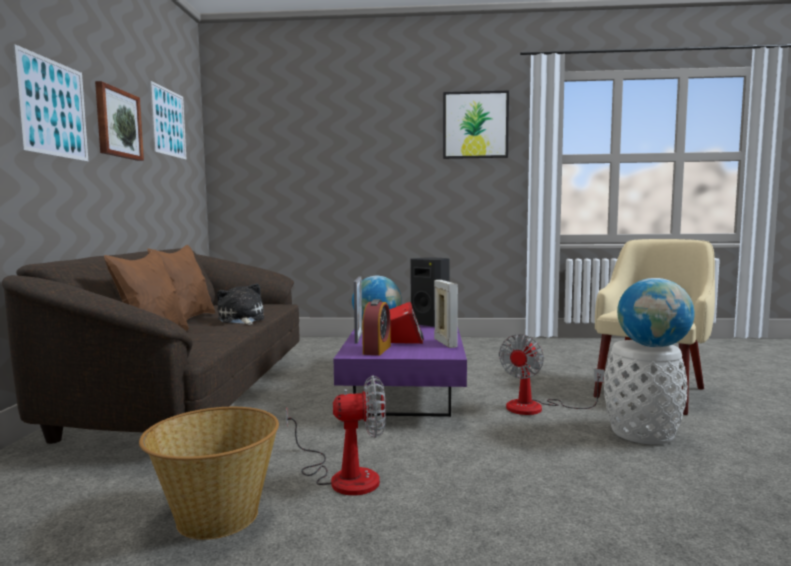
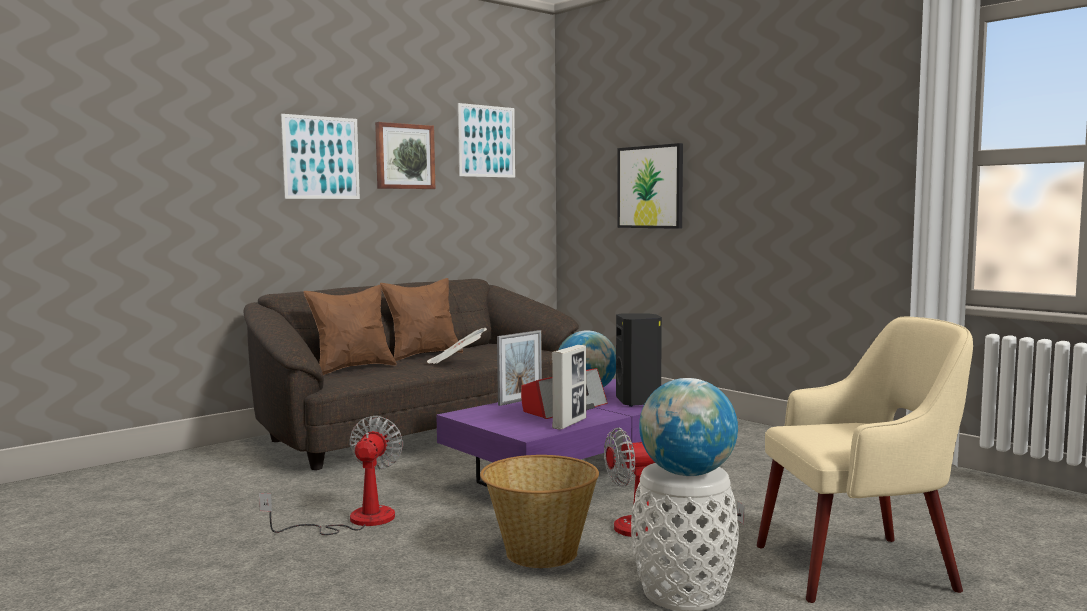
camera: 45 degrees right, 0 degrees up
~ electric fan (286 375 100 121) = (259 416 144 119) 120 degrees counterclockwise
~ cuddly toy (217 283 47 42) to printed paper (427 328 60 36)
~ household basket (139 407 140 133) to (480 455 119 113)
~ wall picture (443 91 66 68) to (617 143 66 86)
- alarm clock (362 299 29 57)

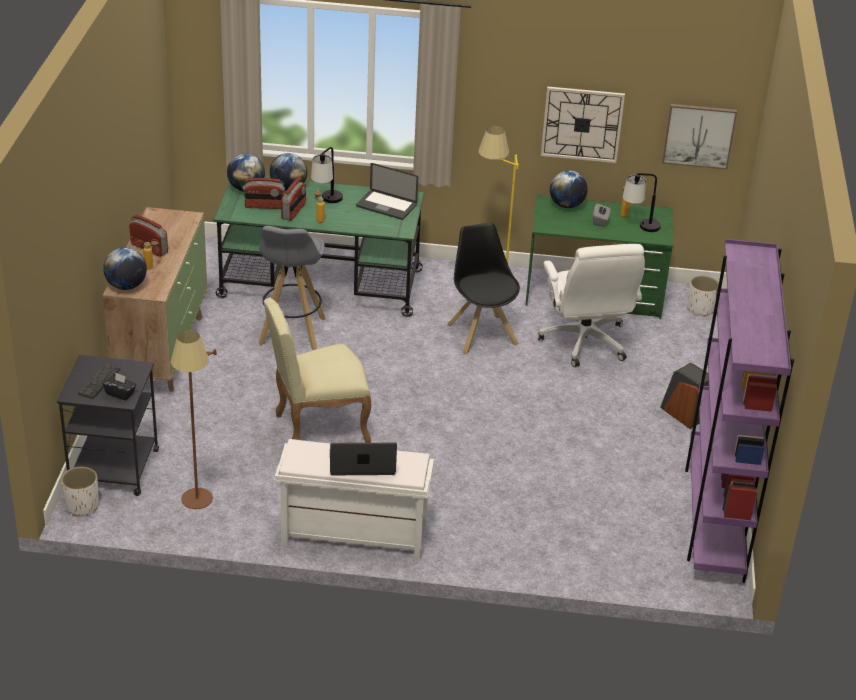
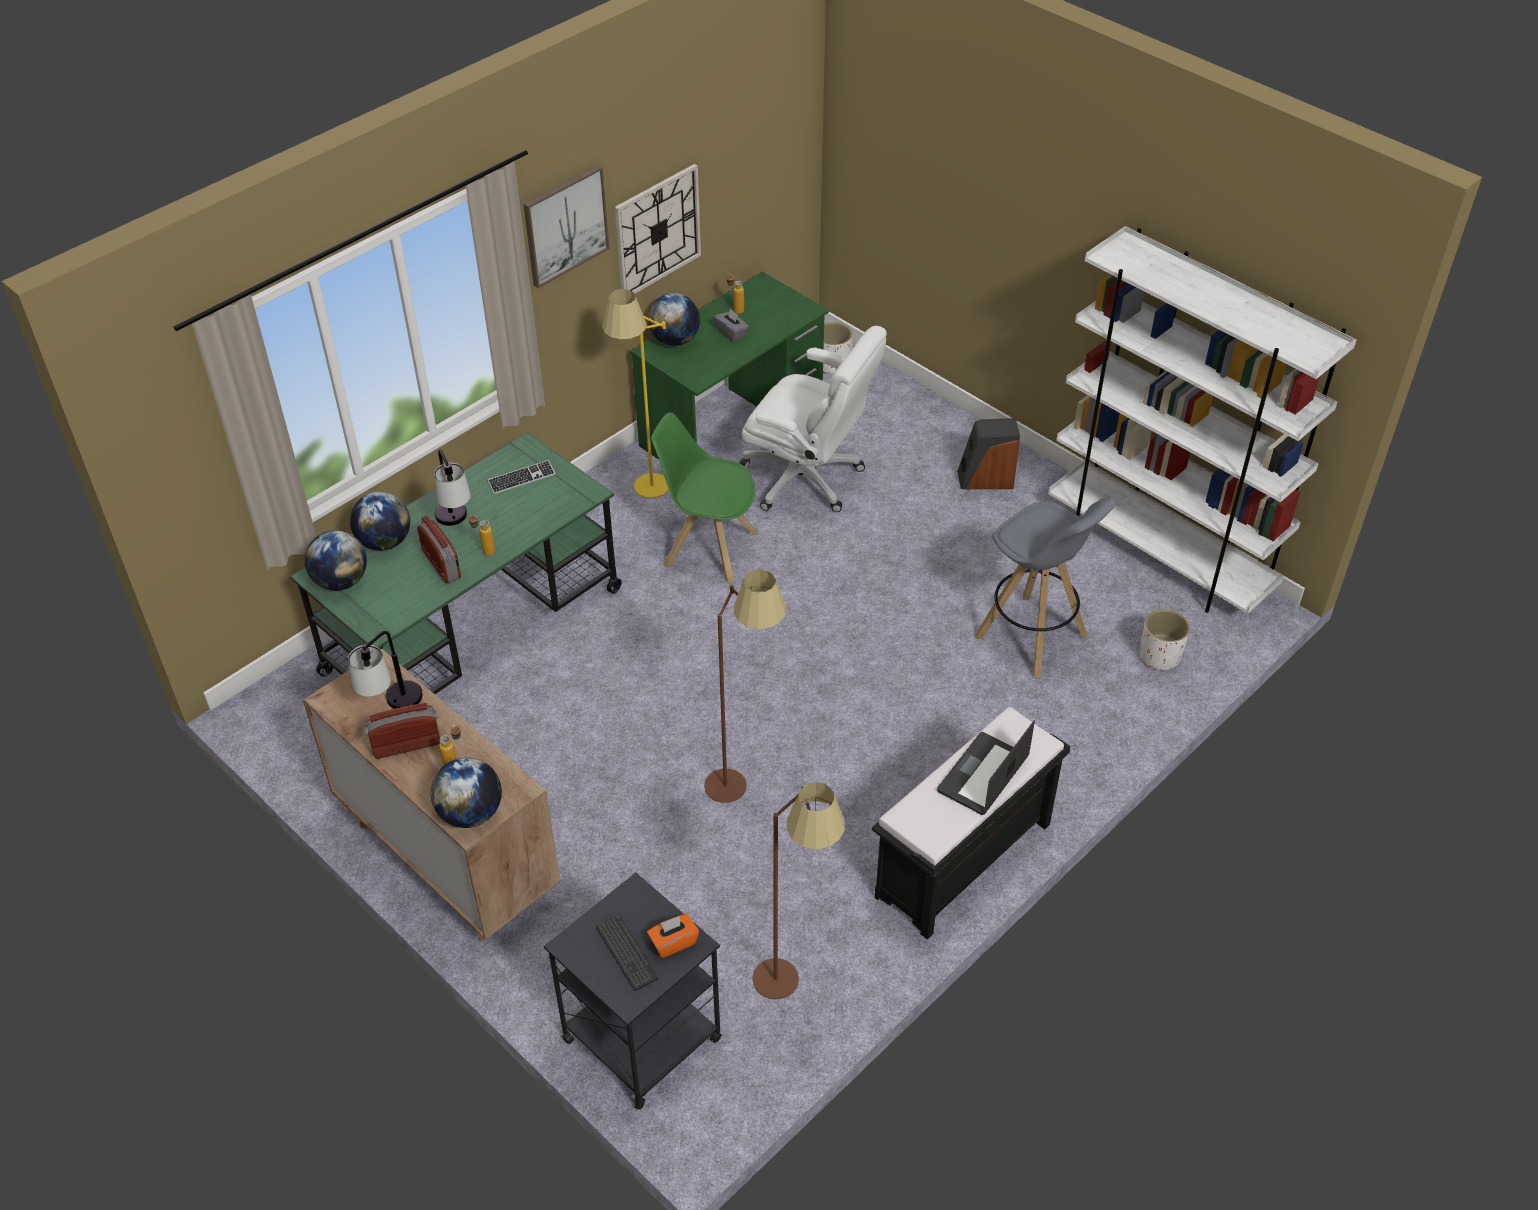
camera: 50 degrees left, 10 degrees up
~ tabletop lamp (623 173 38 59) to (348 631 75 78)
~ portable computer (356 163 62 57) to computer keyboard (487 460 69 34)
~ wall picture (662 104 75 66) to (524 165 85 123)
~ blackish box of tissues (103 373 33 27) to orange-coloured box of tissues (647 914 52 44)
~ blackish plain chair (447 223 73 131) to greenish plain chair (651 412 108 172)
~ sand-coloured plain chair (263 298 108 145) to brown floor lamp (704 569 82 234)
~ white-coloured long seat (275 439 159 121) to blackish long seat (872 707 199 233)
~ grey stool (259 226 67 124) to (975 497 141 181)
~ purplish bookcase (685 239 109 344) to white-coloured bookcase (1048 226 309 388)
~ white-coloured flower pot (61 467 38 49) to (1140 609 50 61)
- radio receiver (243 178 42 31)

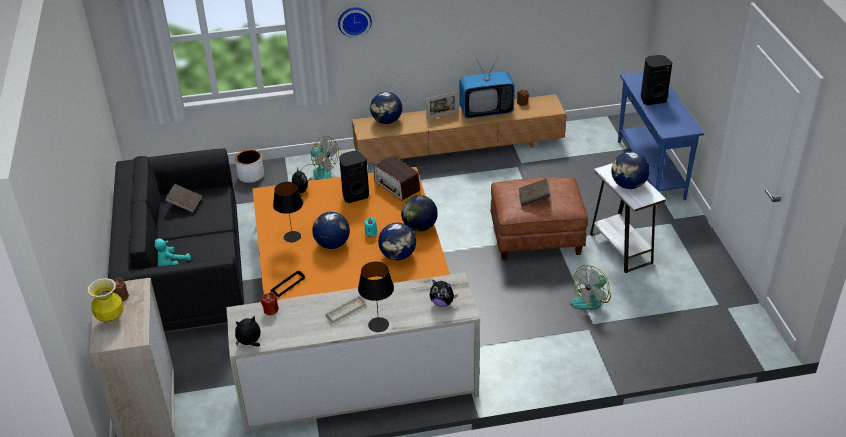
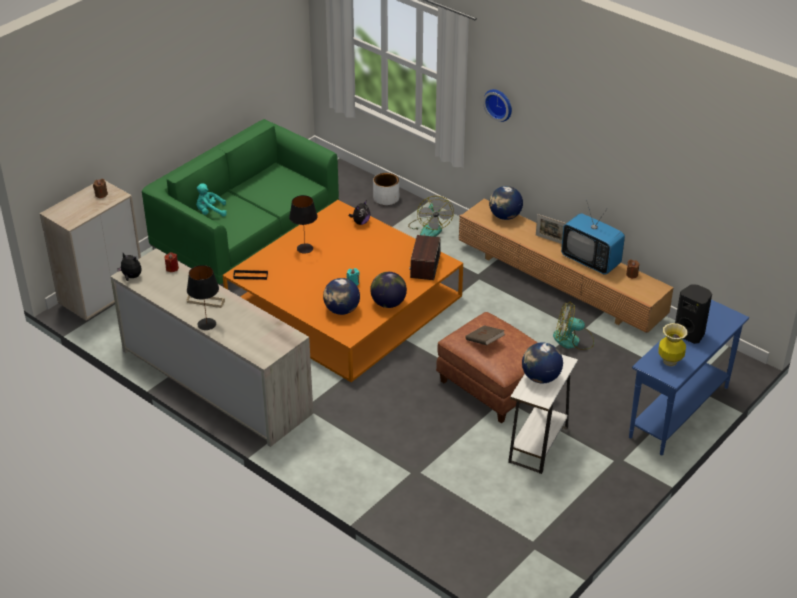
camera: 50 degrees right, 0 degrees up
~ blackish settee (108 148 136 185) to greenish settee (142 119 197 166)
~ electric fan (571 265 40 45) to (553 302 41 48)
~ decorative vase (88 278 35 48) to (658 323 29 43)
- brown bound book (165 184 37 29)
- desk globe (312 212 38 37)
- blackish audio speaker (339 151 30 52)
- cuddly toy (430 280 28 27)

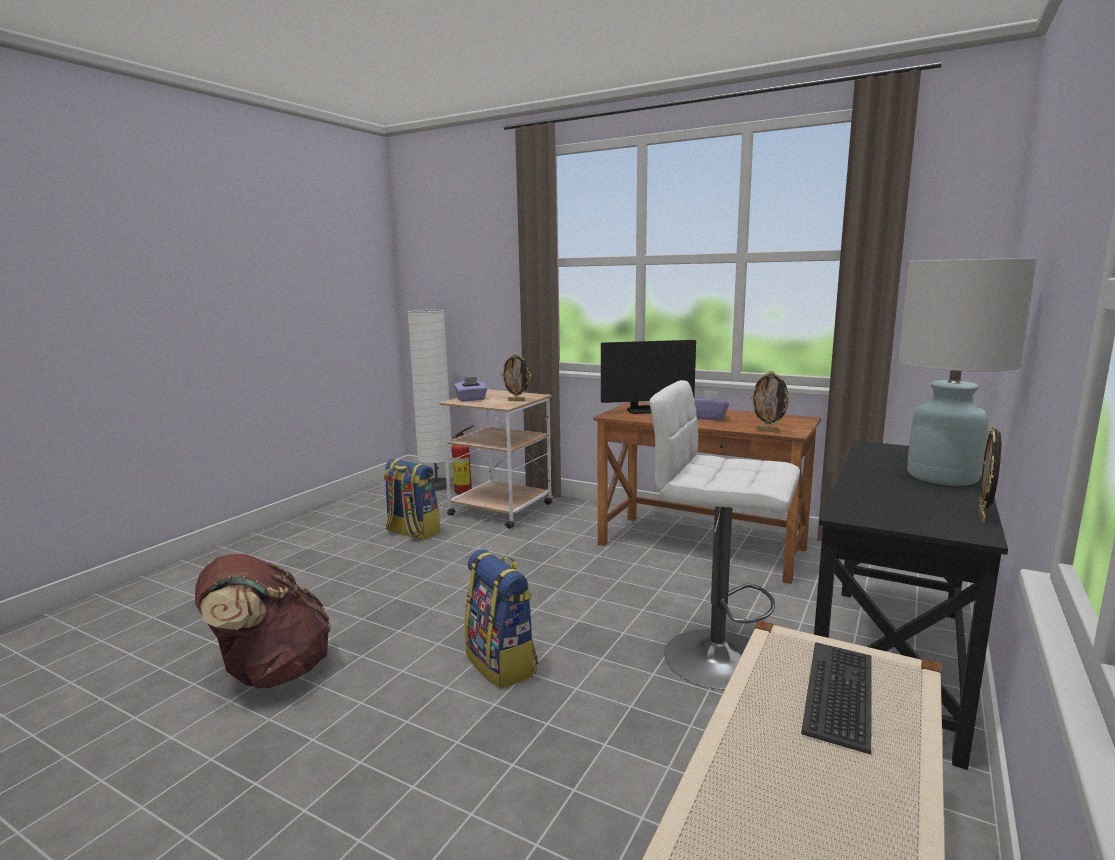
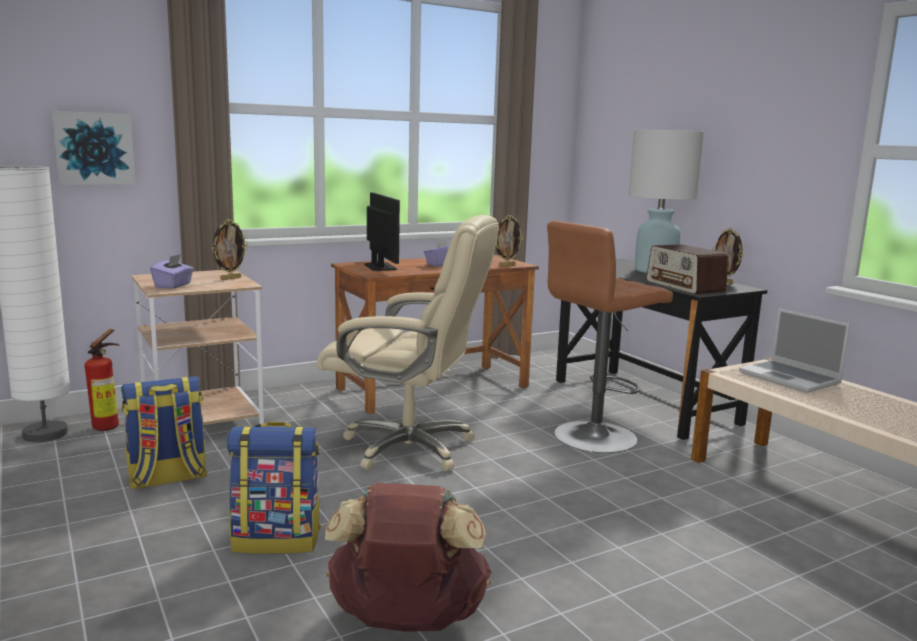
camera: 60 degrees left, 0 degrees up
+ wall picture (51 111 85 74)
~ knapsack (464 549 74 140) to (227 422 94 132)
+ sand-coloured computer chair (317 215 182 256)
~ computer screen (601 340 95 74) = (365 192 35 79) 45 degrees counterclockwise
~ white-coloured stool (649 380 151 310) to brown stool (547 221 126 232)
+ radio receiver (646 244 82 50)
~ computer keyboard (801 642 71 113) to portable computer (739 308 111 85)

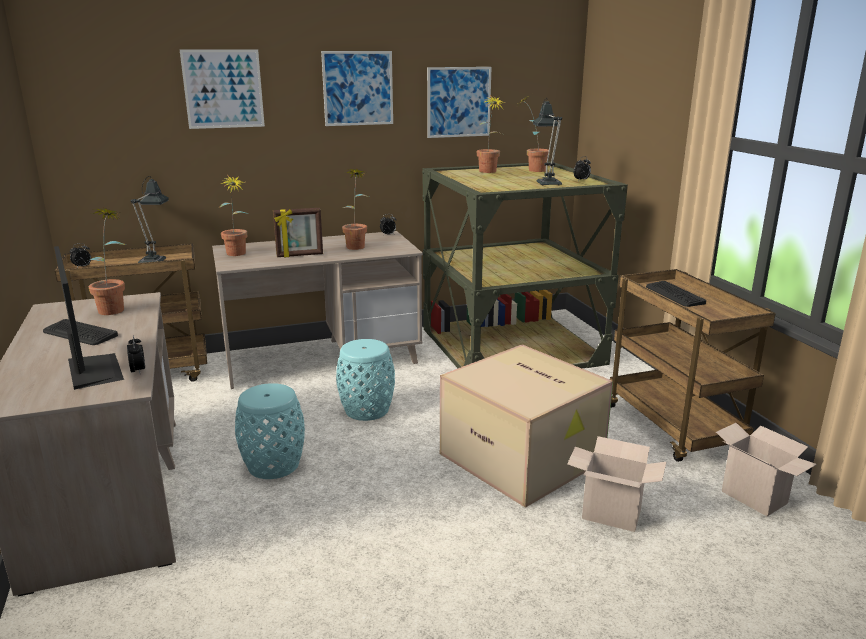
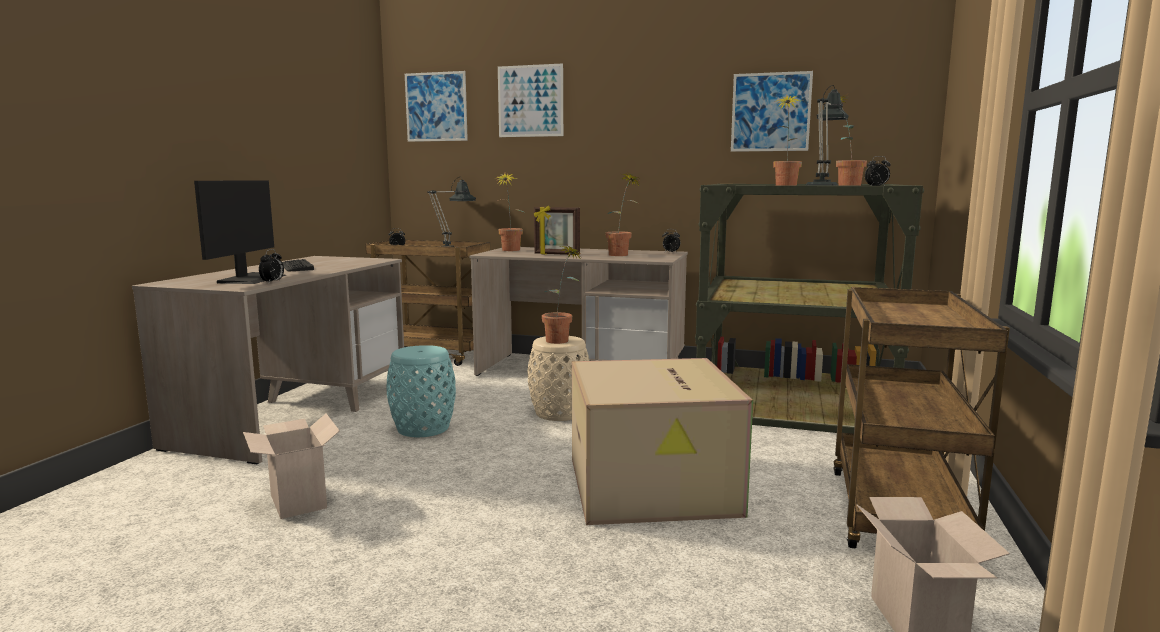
camera: 35 degrees right, 10 degrees down
~ carton (567 436 99 96) to (243 413 97 106)
~ wall picture (321 51 72 75) to (405 71 63 71)
~ turquoise-coloured stool (336 339 59 82) to sand-coloured stool (527 336 62 85)
~ potted plant (84 207 42 108) to (542 245 39 99)
- computer keyboard (646 281 60 26)

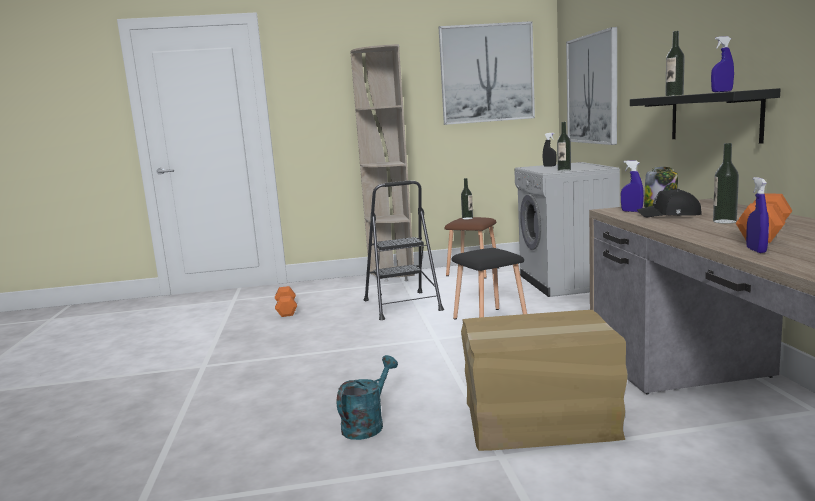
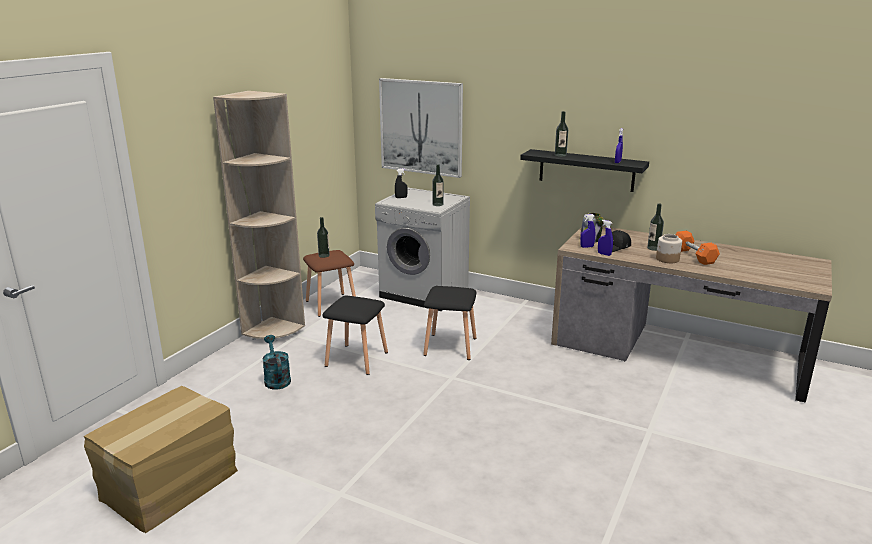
camera: 55 degrees left, 10 degrees up
~ carton (461 310 167 141) to (84 386 154 147)
~ turquoise-coloured watering can (337 355 61 85) to (262 335 29 54)
~ blackish step stool (363 180 81 140) to blackish stool (322 295 66 80)
~ blue spray bottle (746 177 23 76) to (598 220 15 36)
+ storage jar (656 234 26 29)
- orange-coloured free weight (275 286 22 31)
- wall picture (439 21 96 104)

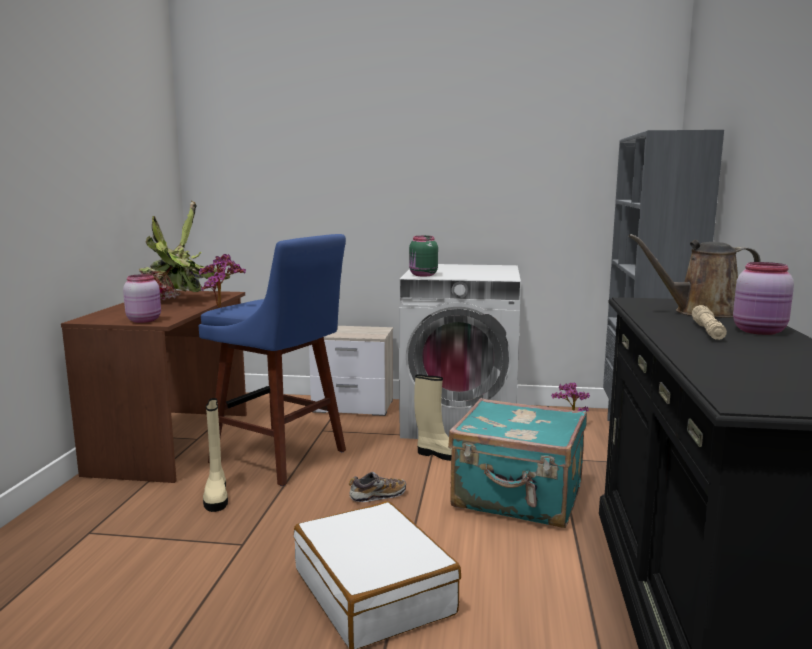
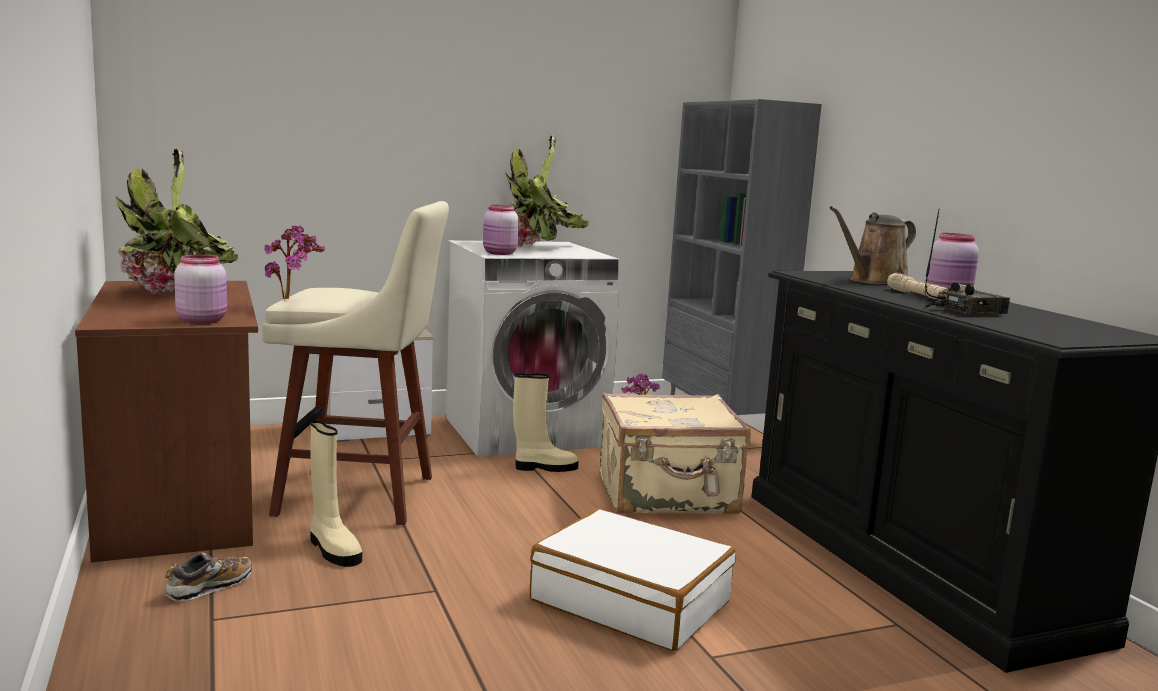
camera: 30 degrees left, 0 degrees up
~ shoe (349 472 57 30) to (165 552 87 49)
~ blue stool (199 234 147 252) to sand-coloured stool (262 201 187 325)
~ greenish storage jar (409 236 29 40) to pink storage jar (483 205 36 50)
+ potted plant (505 135 84 111)
~ turquoise-coloured travel case (448 398 139 130) to sand-coloured travel case (600 393 151 121)
+ radio receiver (925 208 85 107)

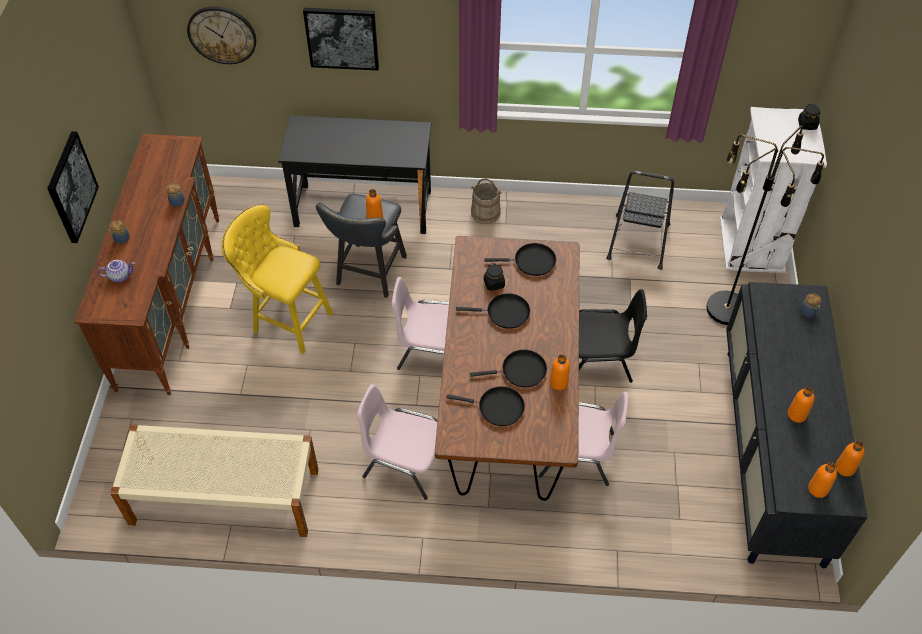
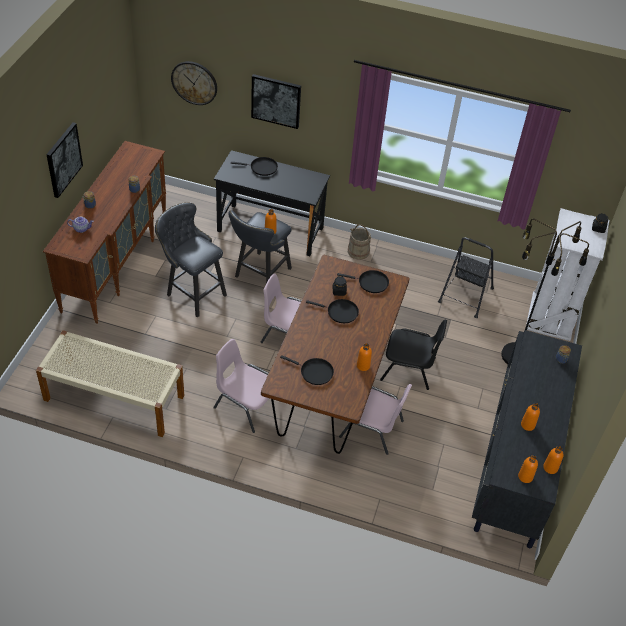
camera: 10 degrees right, 5 degrees down
~ yellowish stool (221 204 112 150) to grey stool (155 202 72 116)
~ blackish skillet (470 350 77 37) to (231 157 47 19)

